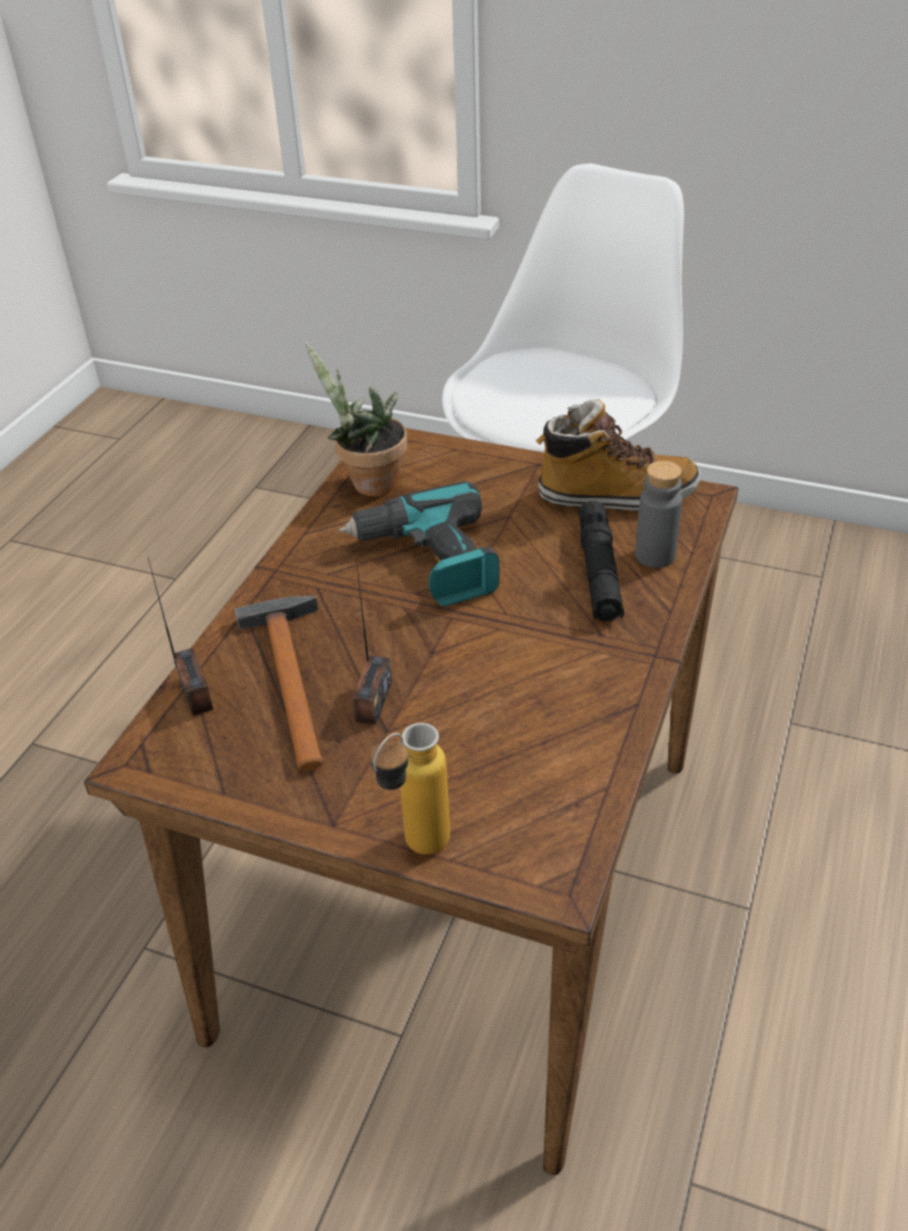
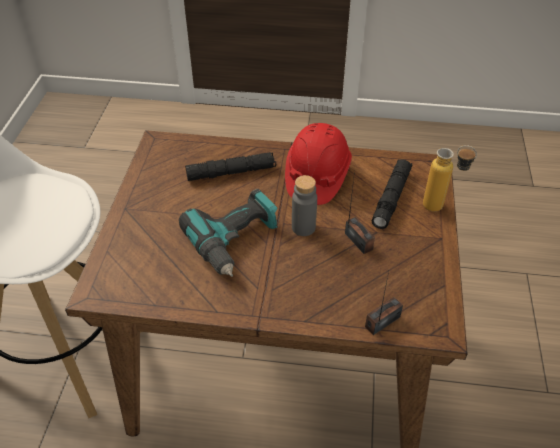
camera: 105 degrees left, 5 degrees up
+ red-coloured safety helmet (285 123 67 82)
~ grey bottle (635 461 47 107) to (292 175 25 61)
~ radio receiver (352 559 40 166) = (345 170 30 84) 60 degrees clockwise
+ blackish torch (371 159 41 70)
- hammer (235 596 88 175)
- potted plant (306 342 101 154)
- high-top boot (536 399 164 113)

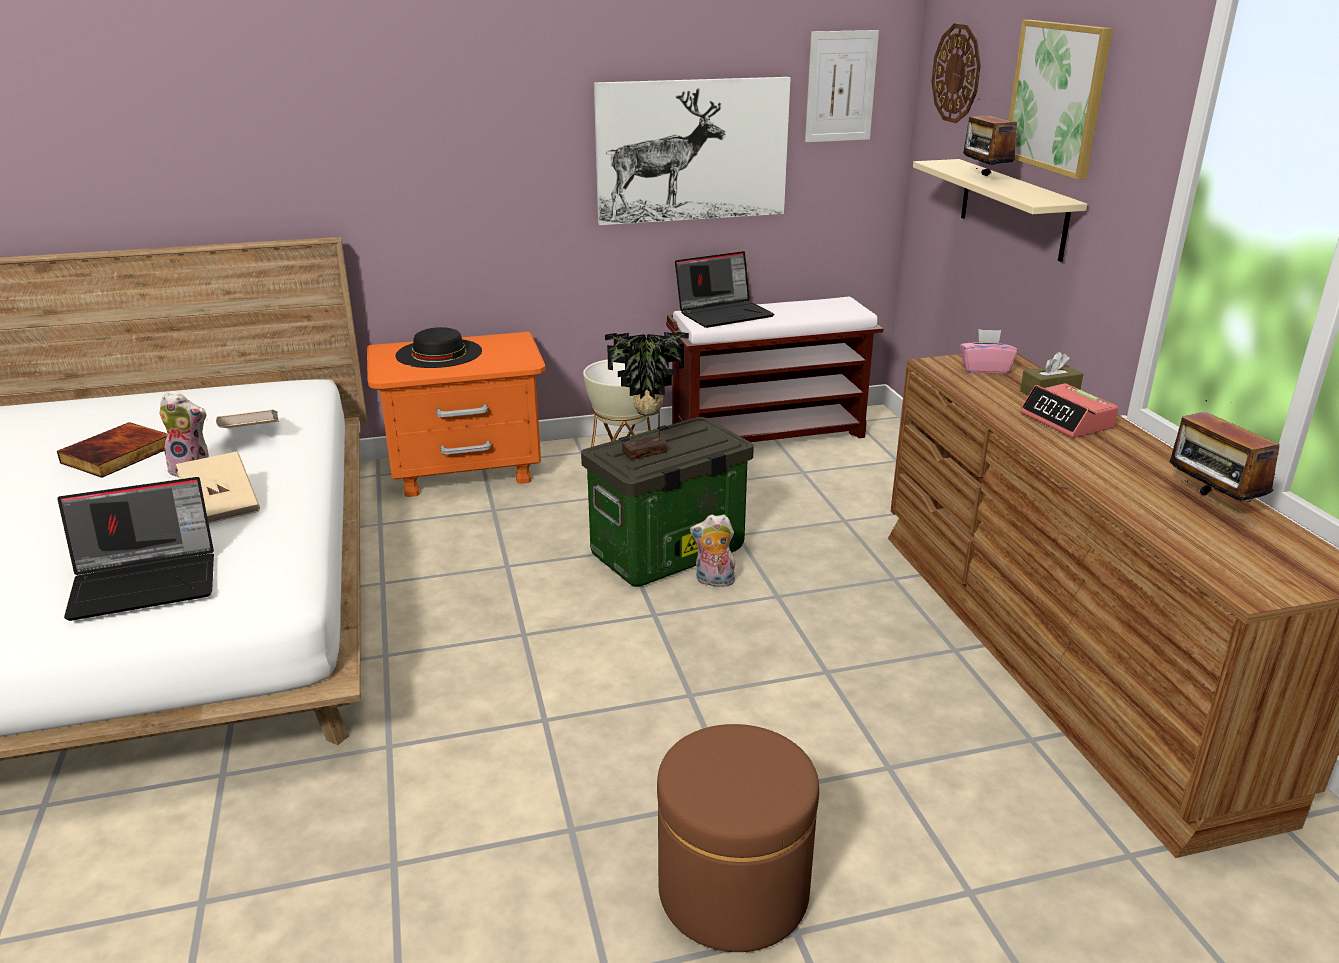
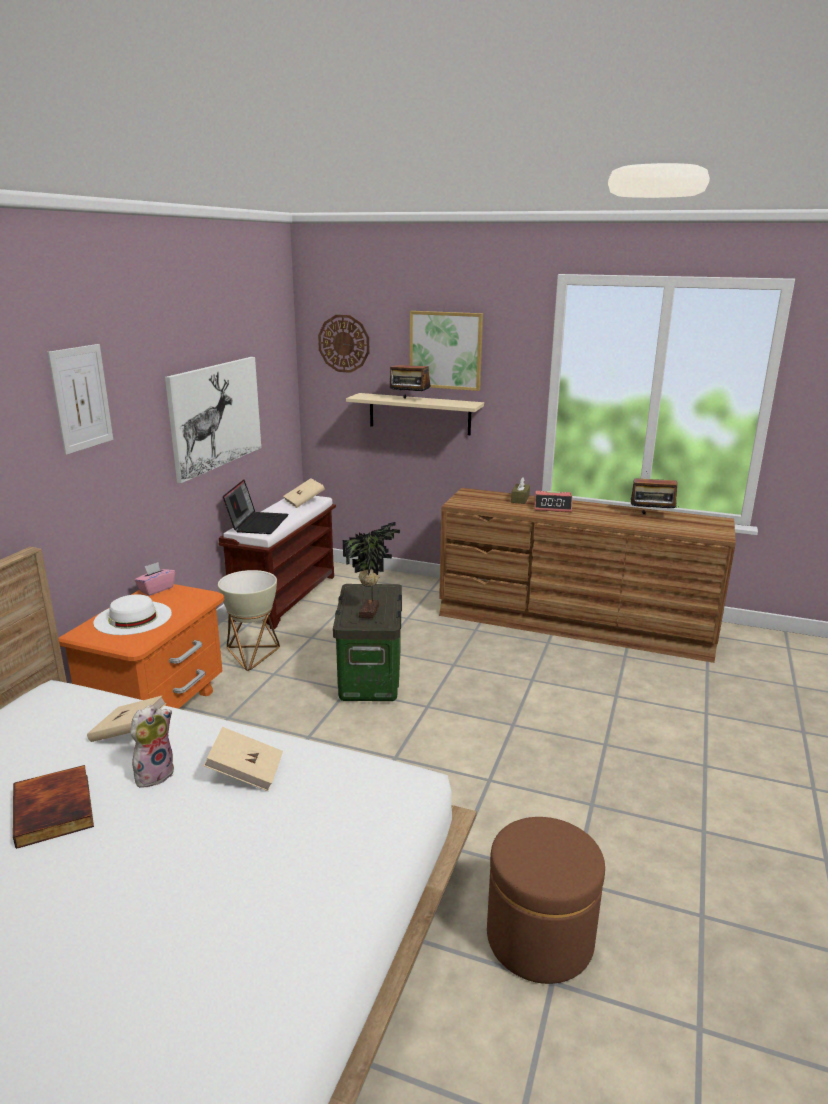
camera: 55 degrees left, 5 degrees down
~ wall picture (805 30 74 112) to (47 344 66 111)
~ blackish hat (396 327 86 41) to white-coloured hat (93 594 79 41)
~ pink box of tissues (960 329 58 45) to (134 562 41 34)
+ sand-coloured bound book (283 478 42 30)
~ brown ottoman (657 724 162 228) to (487 817 118 167)
- portable computer (57 477 157 144)
- cuddly toy (690 514 45 73)

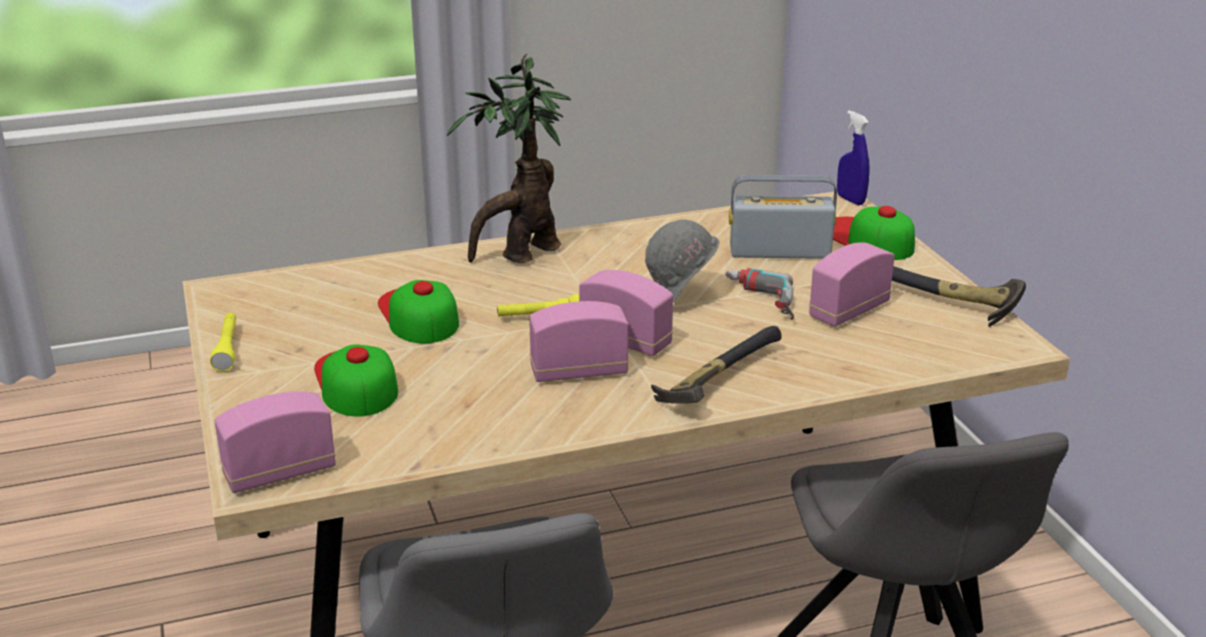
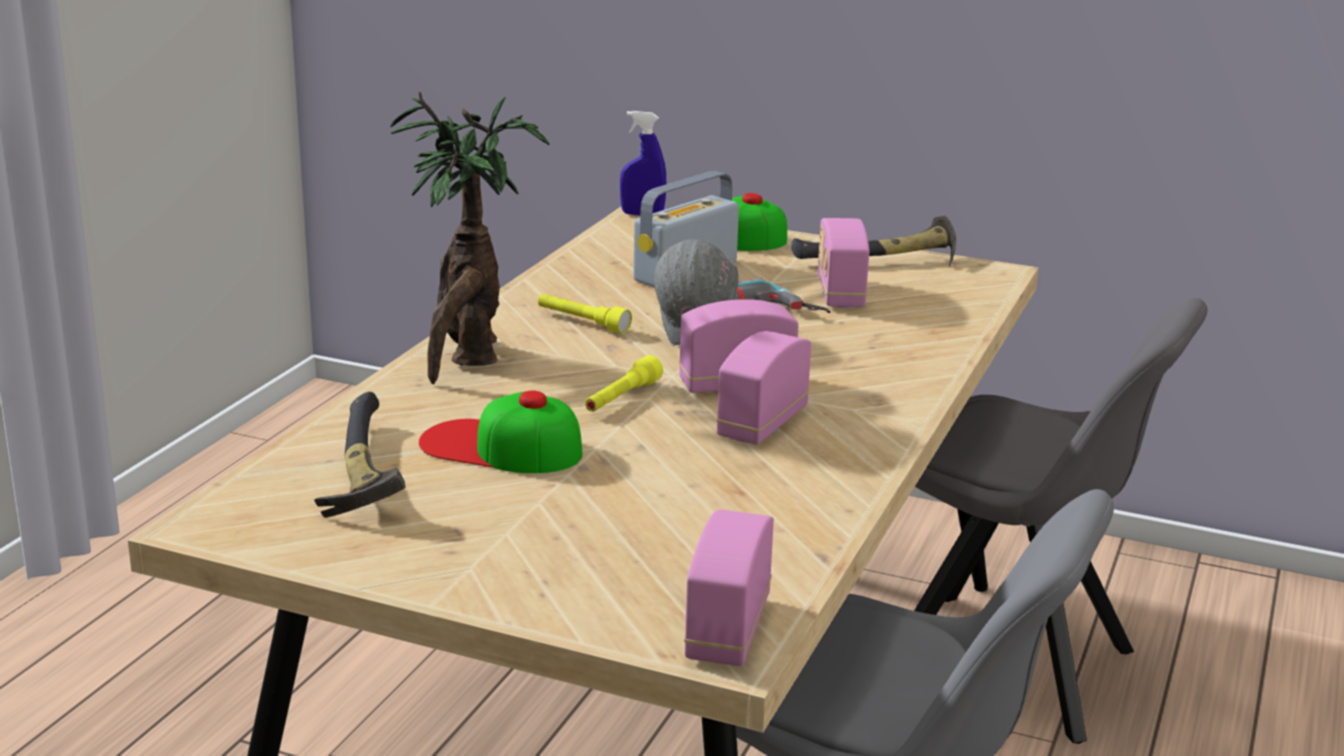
camera: 50 degrees left, 5 degrees down
~ hammer (651 326 130 78) to (314 392 92 126)
~ yellowish torch (210 313 26 59) to (538 294 94 40)
- cap (314 344 84 73)

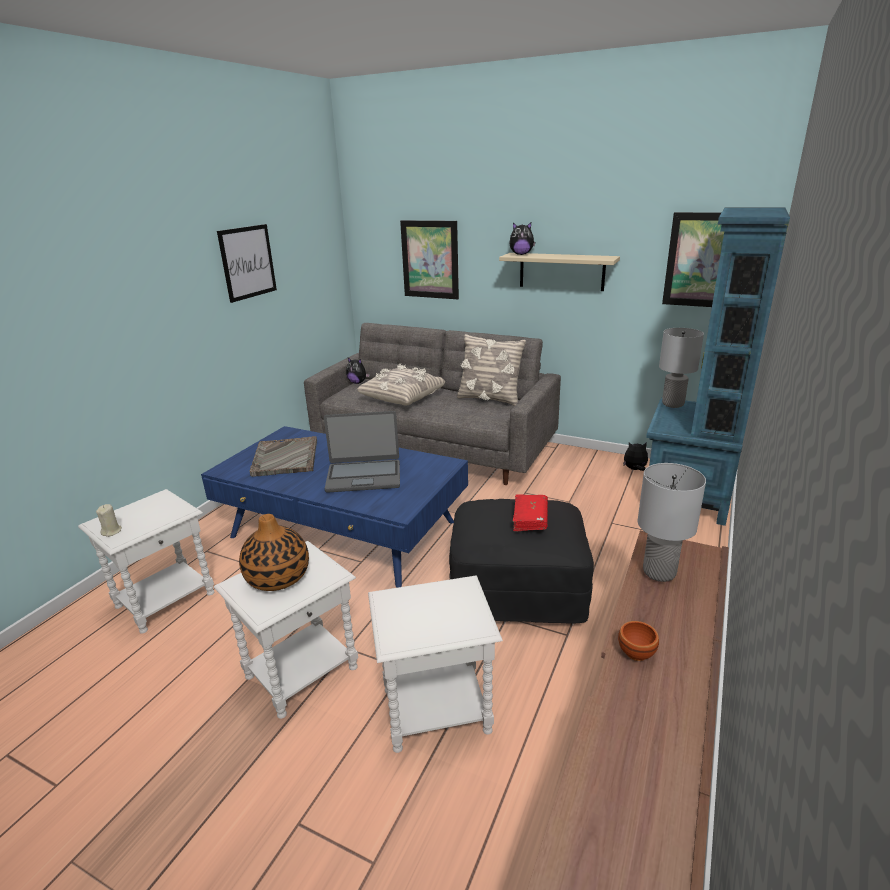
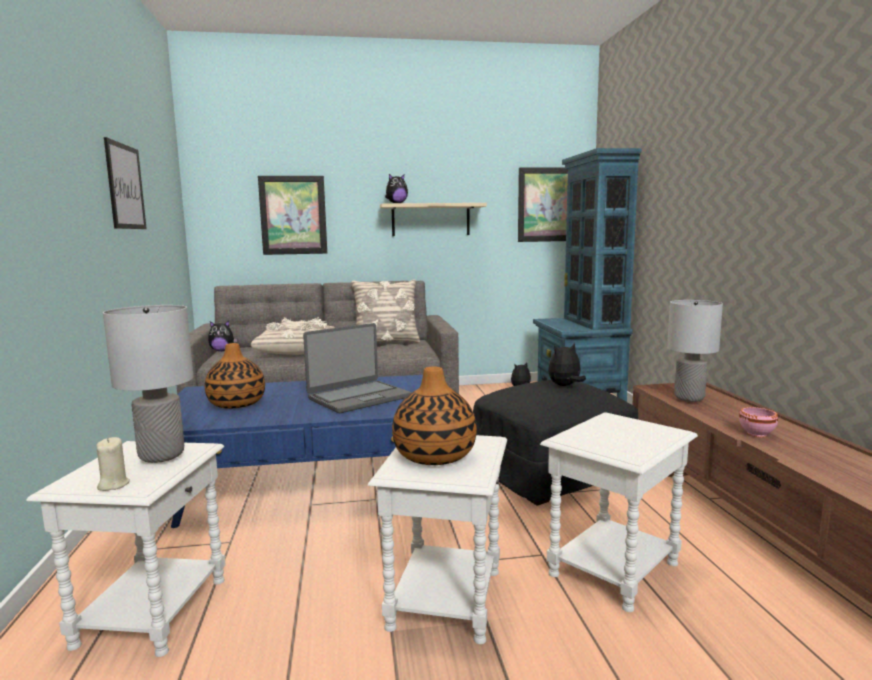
camera: 35 degrees left, 15 degrees down
~ grey tabletop lamp (659 328 45 80) to (103 305 90 158)
~ grey tray (250 436 67 41) to decorative vase (205 343 60 66)
~ red-coloured bound book (513 494 35 38) to cuddly toy (548 342 38 44)
~ brown deep dish (618 621 41 40) to pink deep dish (739 407 39 30)

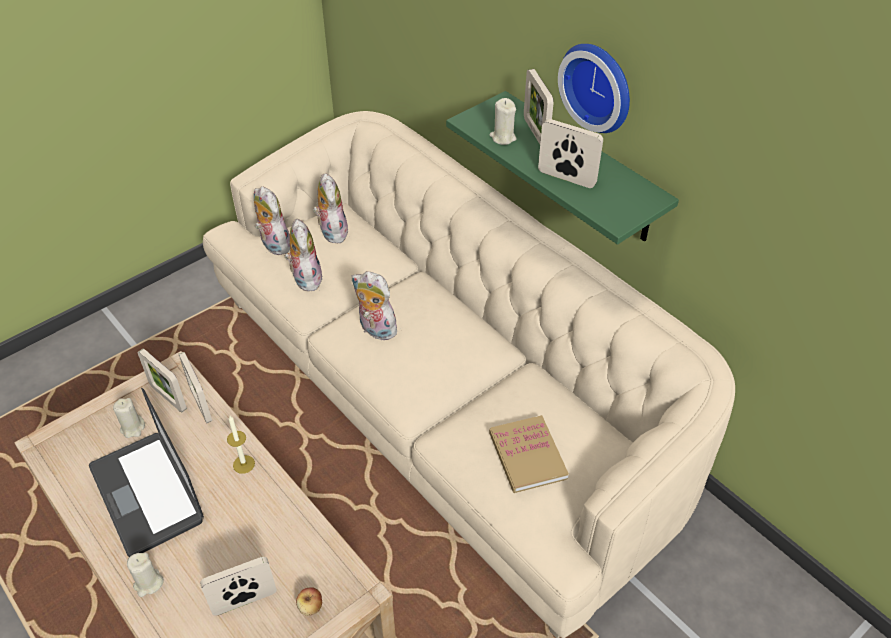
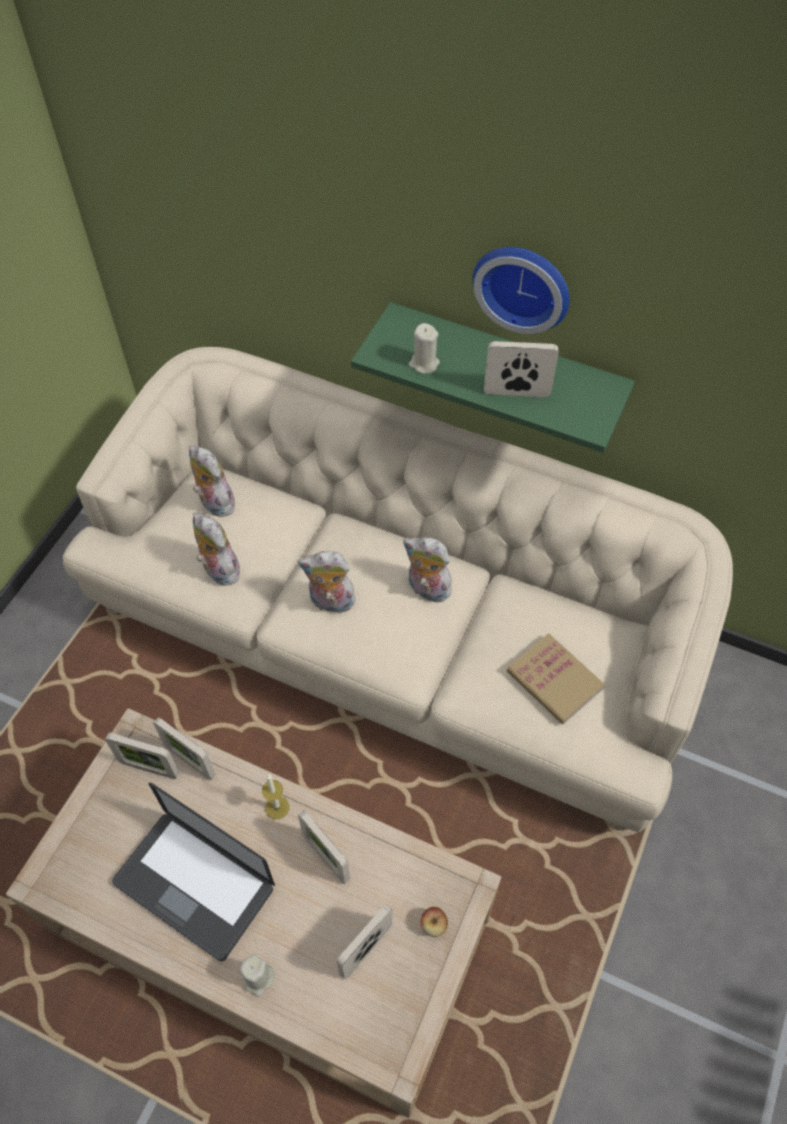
camera: 25 degrees left, 10 degrees up
~ standing frame (524 69 30 75) to (298 811 52 73)
~ cuddly toy (254 186 36 69) to (403 537 49 65)
- sand-coloured wax candle (113 398 32 40)

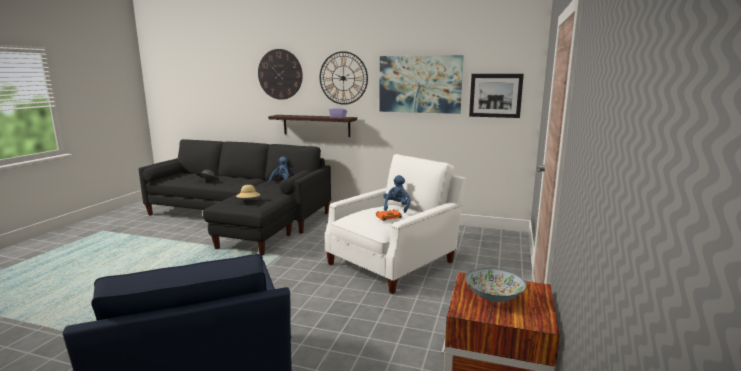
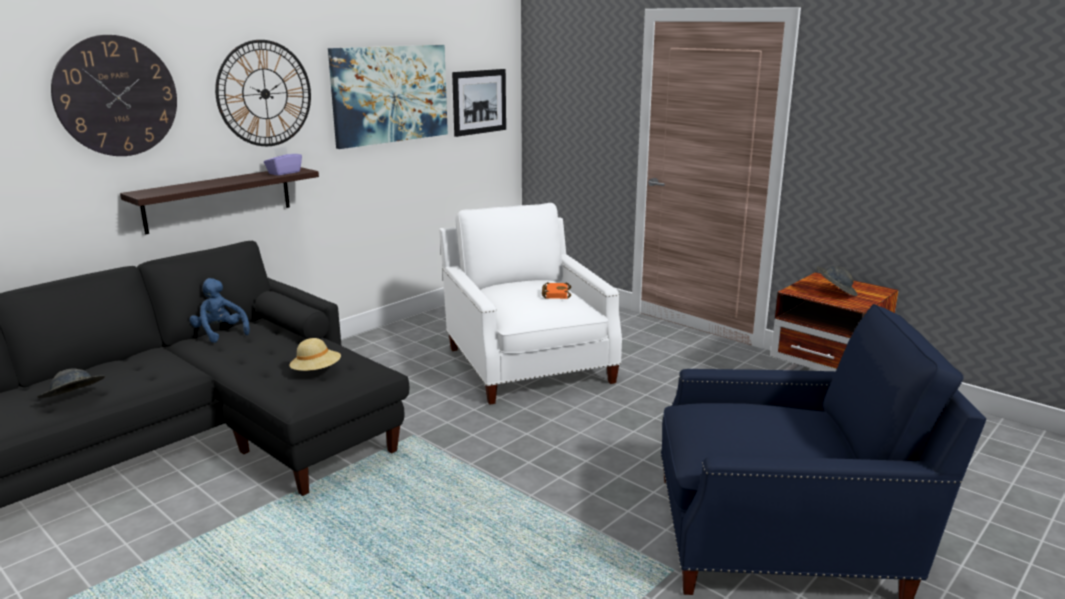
camera: 65 degrees left, 5 degrees up
~ deep dish (465 268 61 34) to grey hat (817 266 41 30)
- blue cuddly toy (384 175 27 38)

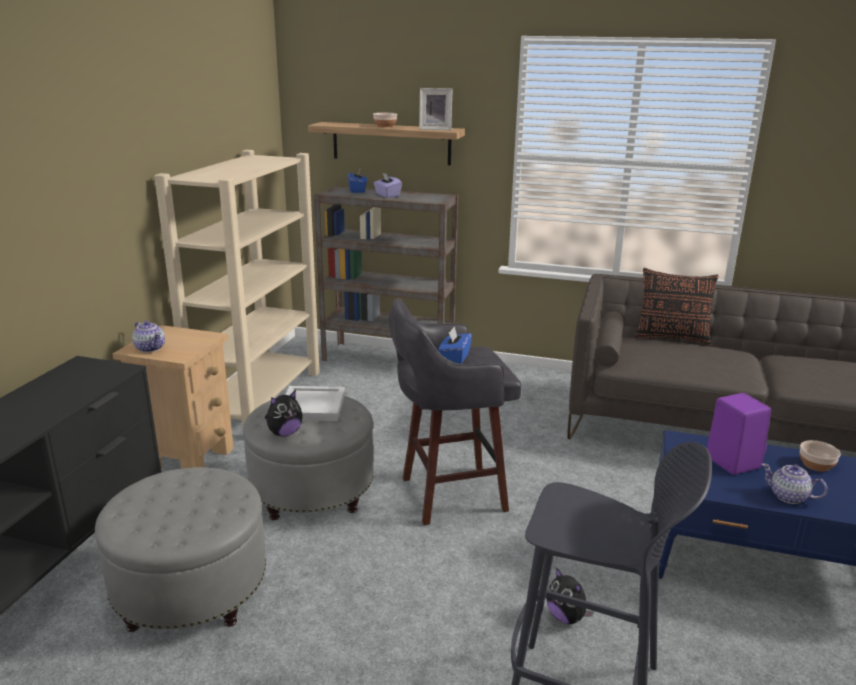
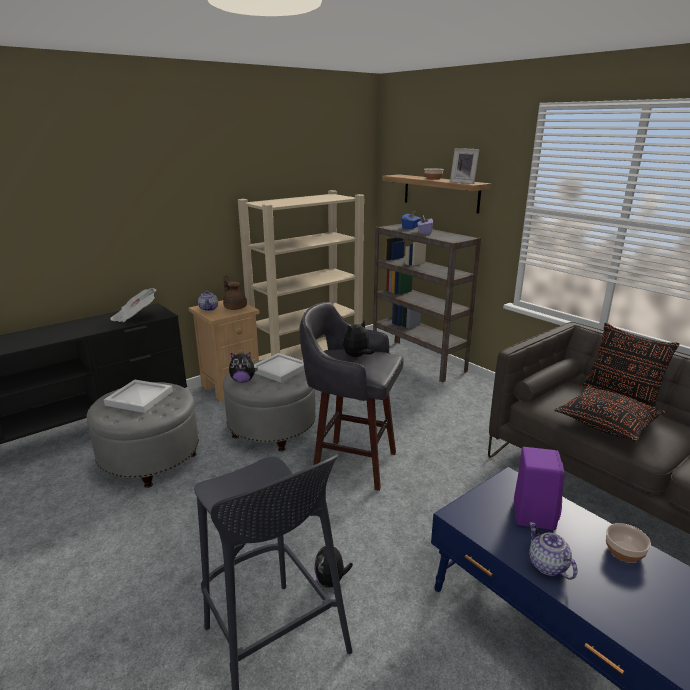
camera: 35 degrees right, 0 degrees up
+ white-coloured tray (104 380 69 33)
+ printed paper (110 288 47 35)
+ brown tea pot (223 274 24 36)
~ blue box of tissues (438 326 34 38) to cuddly toy (343 321 32 36)
+ blackish throw pillow (554 385 111 57)

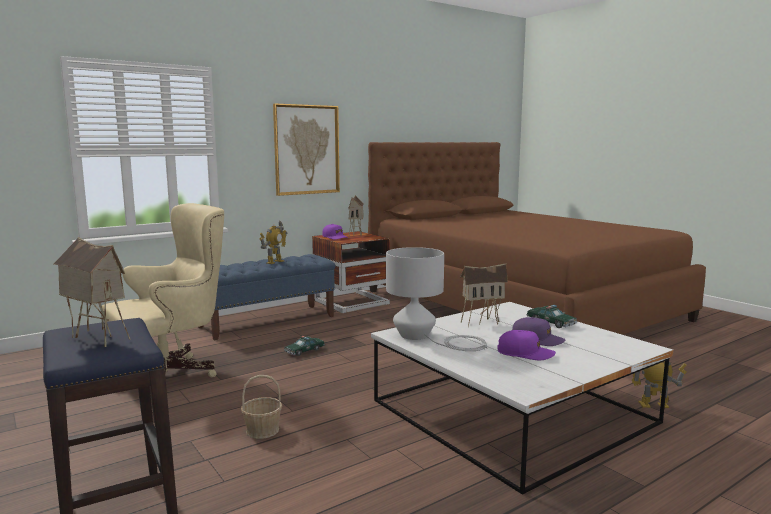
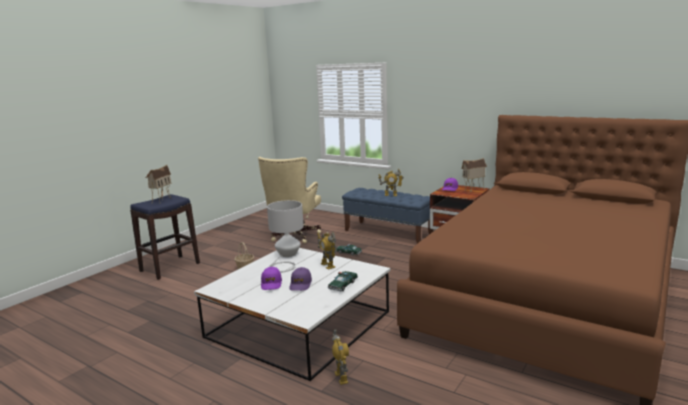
camera: 70 degrees right, 5 degrees up
~ sand-coloured computer chair (102 203 122 174) = (258 157 63 86) 75 degrees clockwise
~ miniature house (460 263 48 64) to model robot (317 232 19 38)
- wall picture (273 103 67 93)

